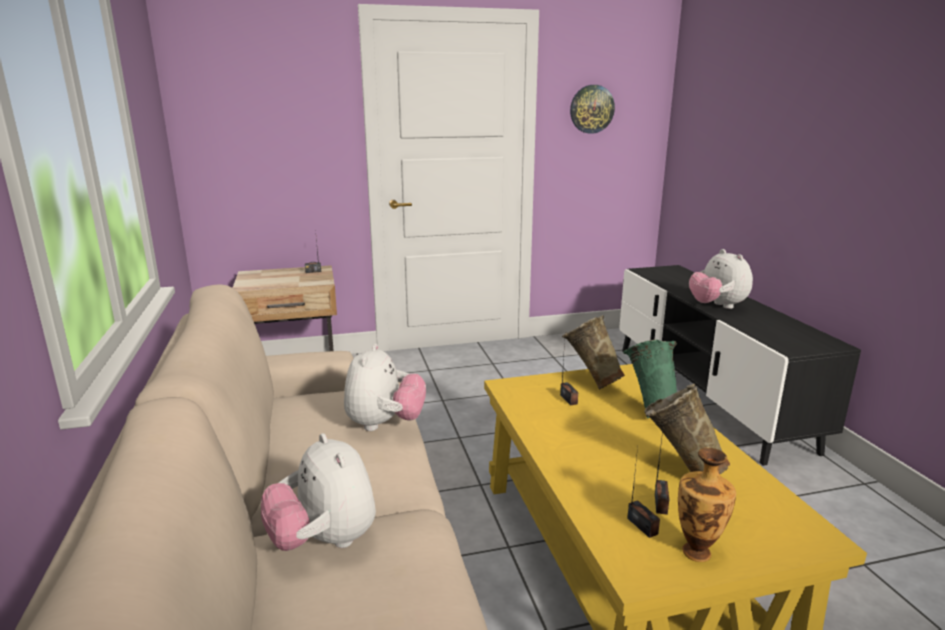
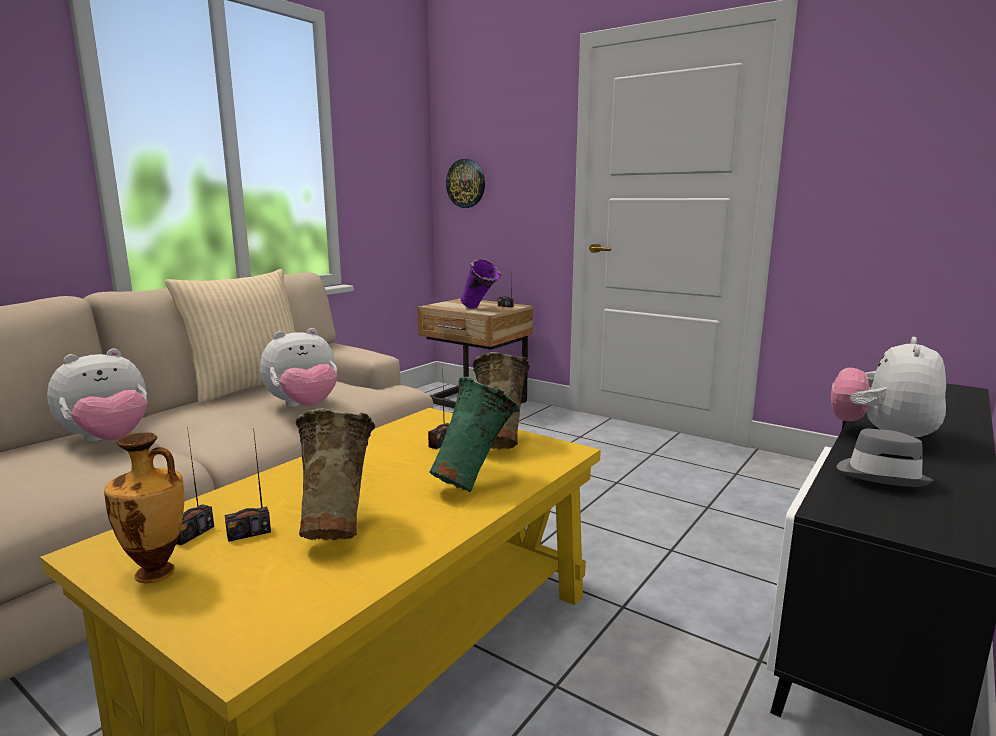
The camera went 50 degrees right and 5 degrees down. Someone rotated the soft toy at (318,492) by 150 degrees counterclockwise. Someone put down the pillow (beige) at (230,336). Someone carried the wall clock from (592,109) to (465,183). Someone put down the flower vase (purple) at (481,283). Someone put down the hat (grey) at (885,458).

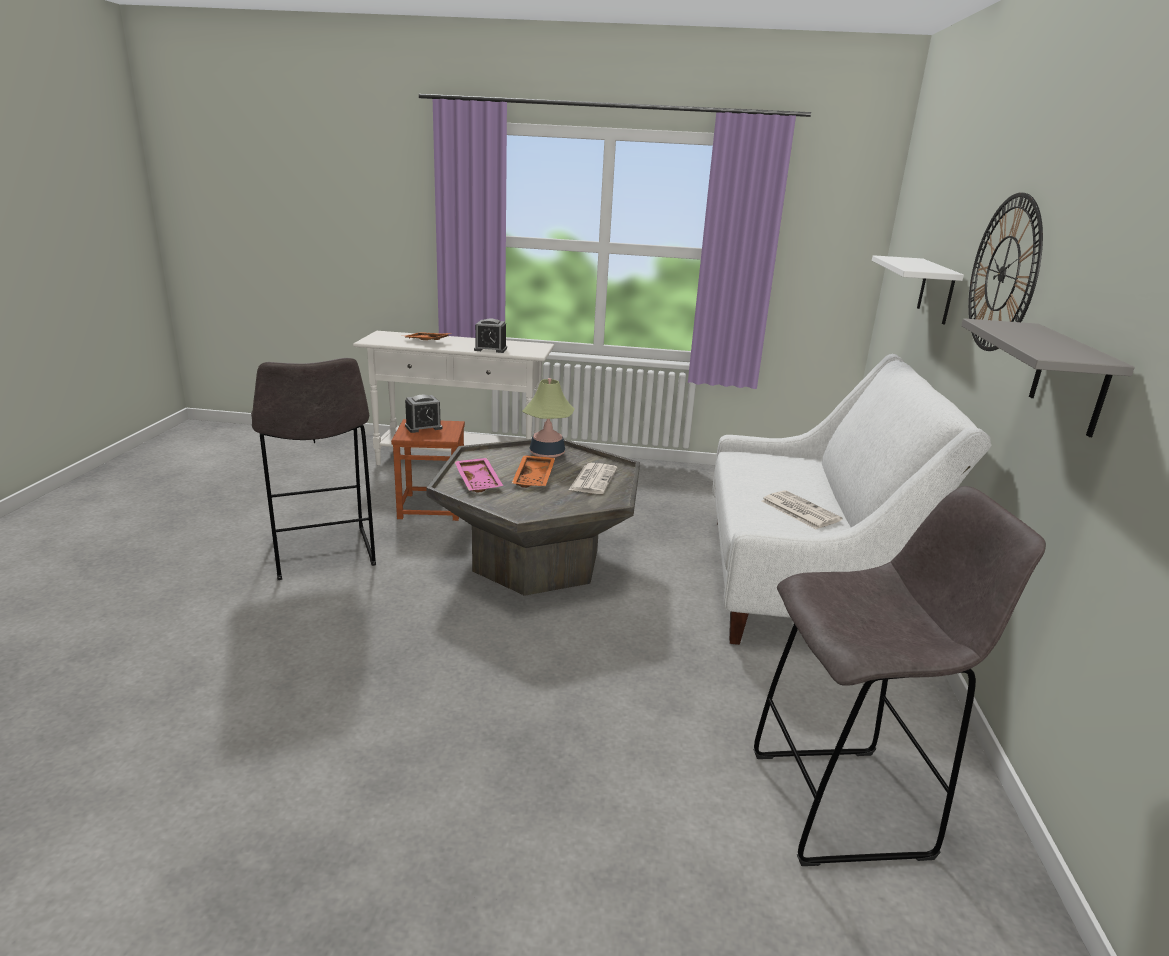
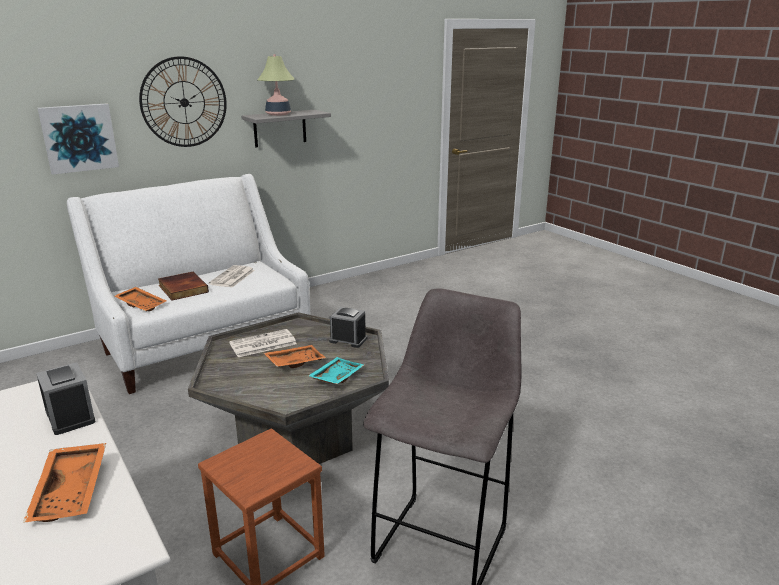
The camera went 130 degrees left and 0 degrees up. Someone swapped the shelf (whitish) at (918,289) for the wall picture at (78,139). Someone put down the tray (orange) at (140,299). Someone put down the volume at (183,286). Someone carried the lamp for a table from (548,418) to (276,85). Someone repainted the tray (pinkish) at (479,475), which became the tray (turquoise) at (336,370). Someone carried the bedside clock from (423,414) to (348,327). Someone took away the sitting stool (grey) at (899,676).

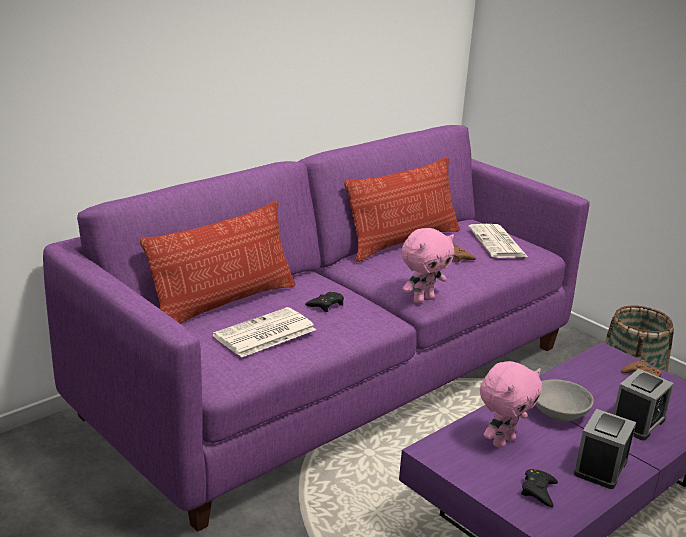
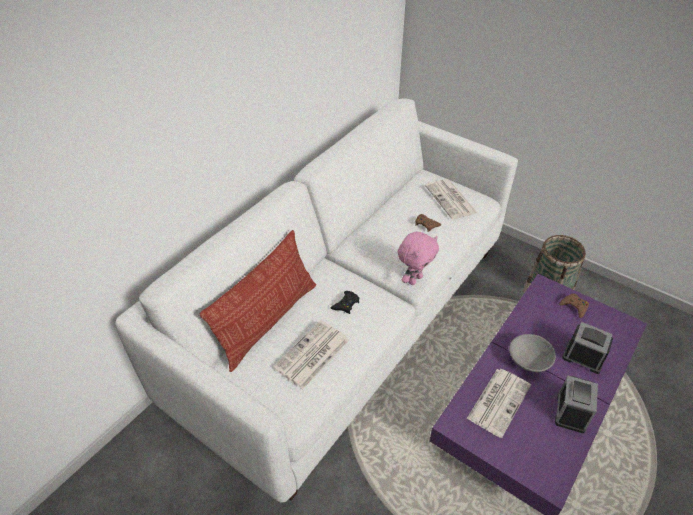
The camera went 10 degrees left and 20 degrees up. Someone repainted the sofa (purple) at (316,328), which became the sofa (whitish) at (316,300). Someone swapped the soft toy (pinkish) at (511,404) for the newspaper at (498,403). Someone rotated the bedside clock at (643,404) by 90 degrees counterclockwise. Someone took away the pillow at (402,209). Someone took away the gamepad (black) at (539,488).

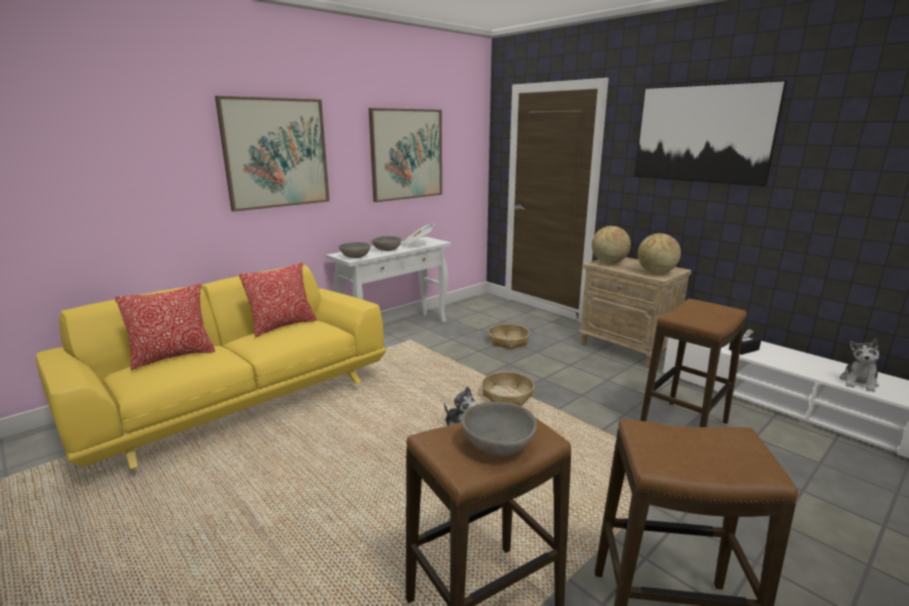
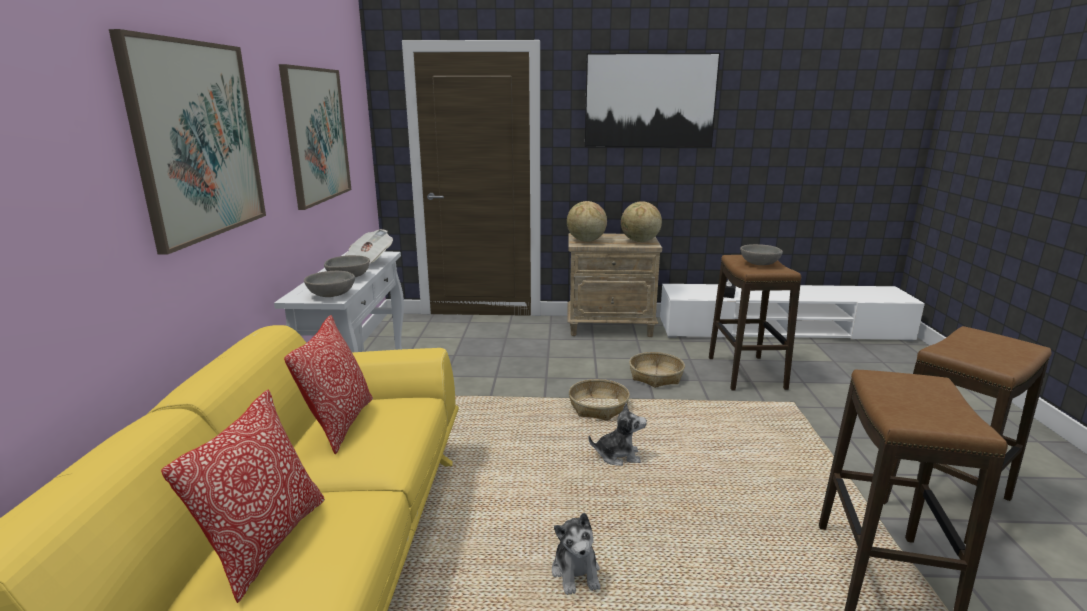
The camera went 45 degrees left and 0 degrees up. Someone carried the soft toy from (859,365) to (576,554). Someone carried the basket from (509,337) to (657,370). Someone carried the bowl (grey) from (499,429) to (761,254).

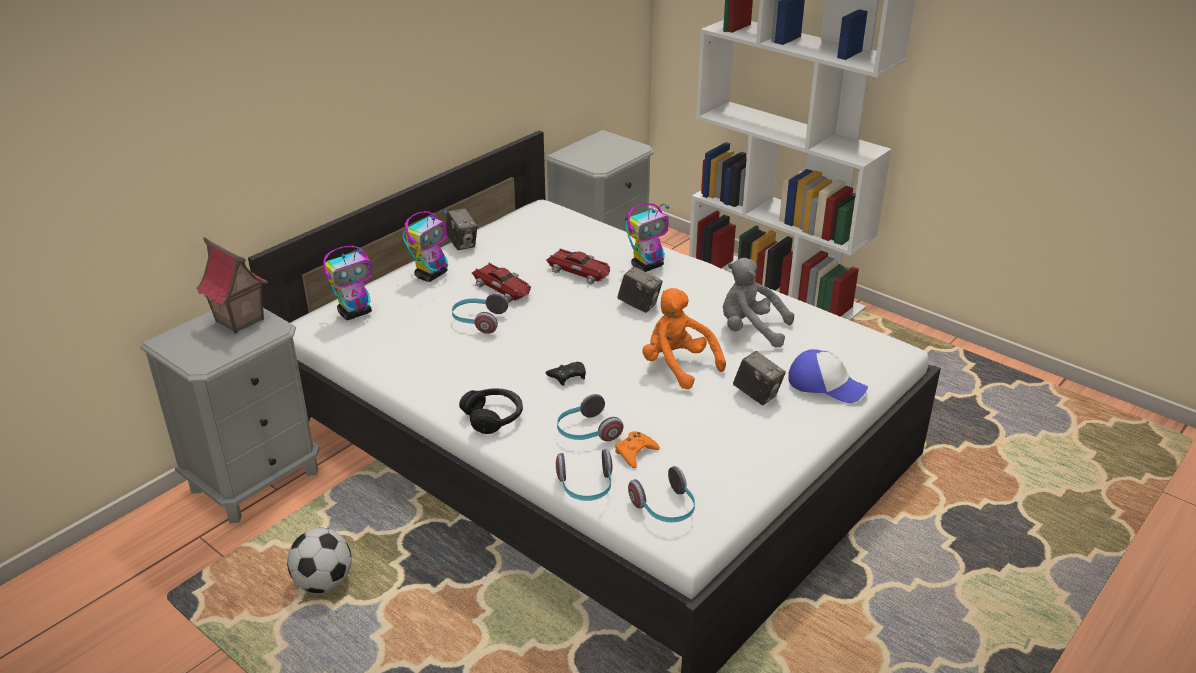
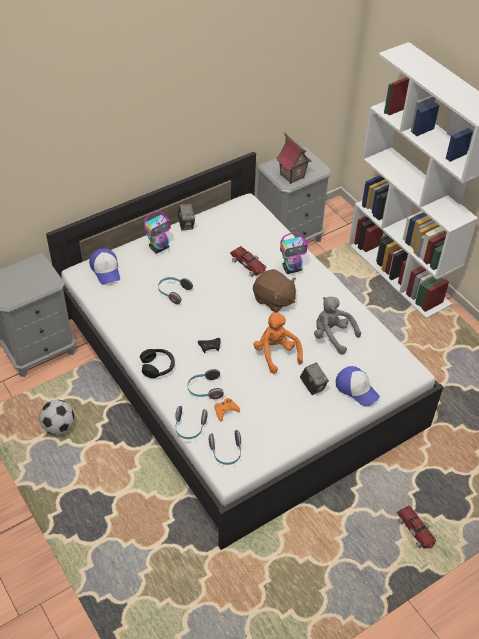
The camera went 15 degrees right and 15 degrees up. Someone swapped the robot figure at (347,283) for the baseball cap at (104,266). Someone swapped the photo camera at (640,289) for the soft toy (brown-coloured) at (274,291). Someone carried the toy house from (232,285) to (293,158). Someone carried the toy car from (502,282) to (417,527).

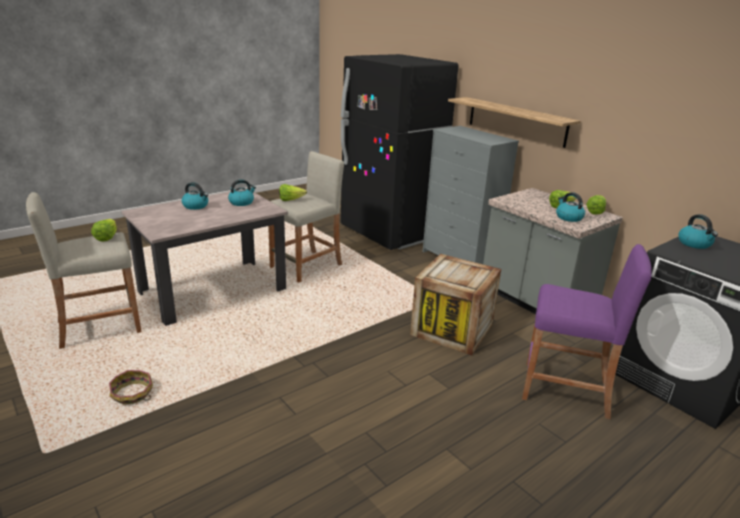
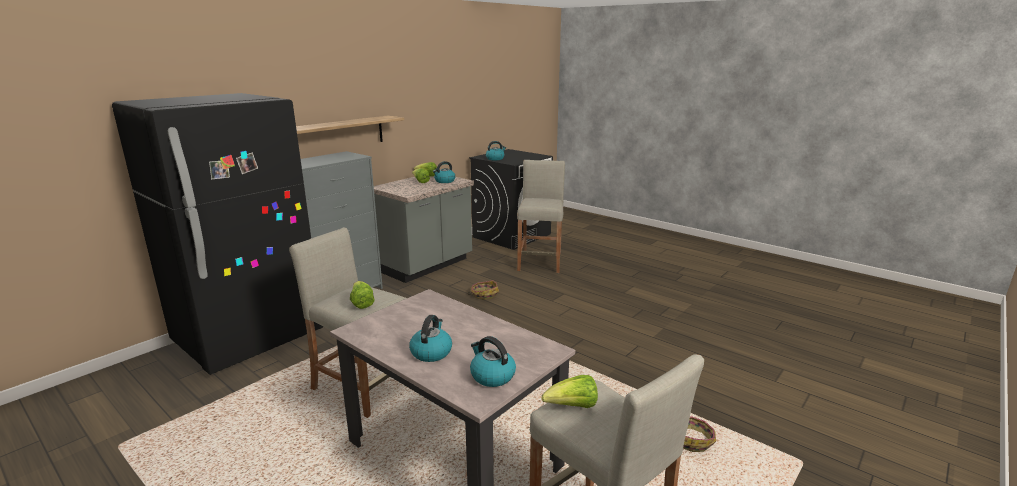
The camera went 100 degrees left and 5 degrees down. Someone swapped the crate at (455,304) for the basket at (483,290). Someone carried the kettle from (242,193) to (493,361). Someone repainted the sitting stool (purple) at (587,331), which became the sitting stool (beige) at (541,216).

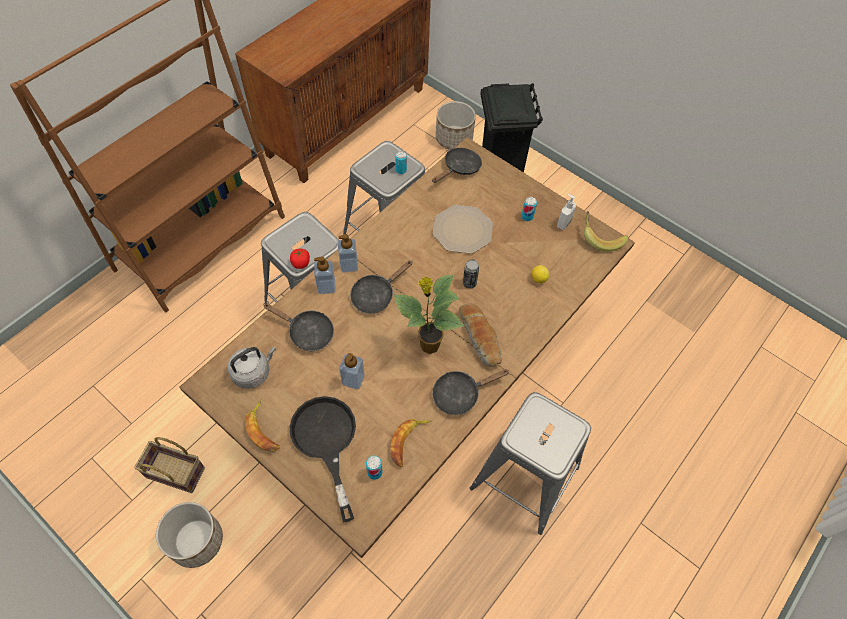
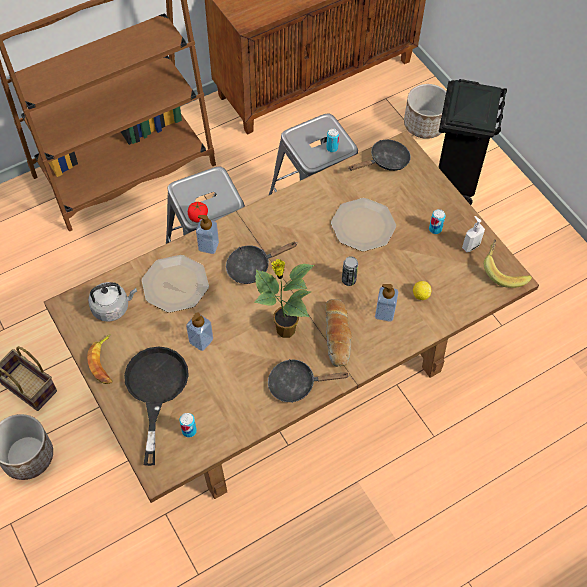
The camera went 20 degrees right and 0 degrees up. Someone swapped the pan (black) at (299,327) for the flat dish at (175,284). Someone carried the soap dispenser from (348,253) to (386,303). Someone took away the banana at (410,443). Someone took away the sitting stool (grey) at (530,463).

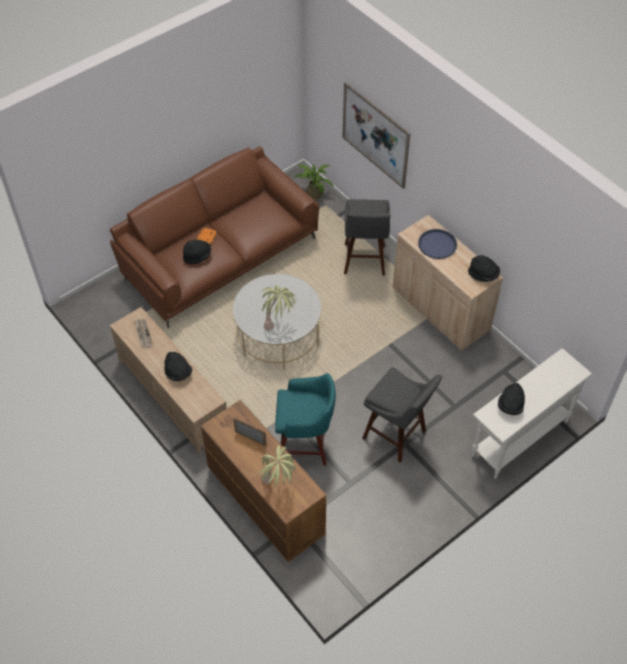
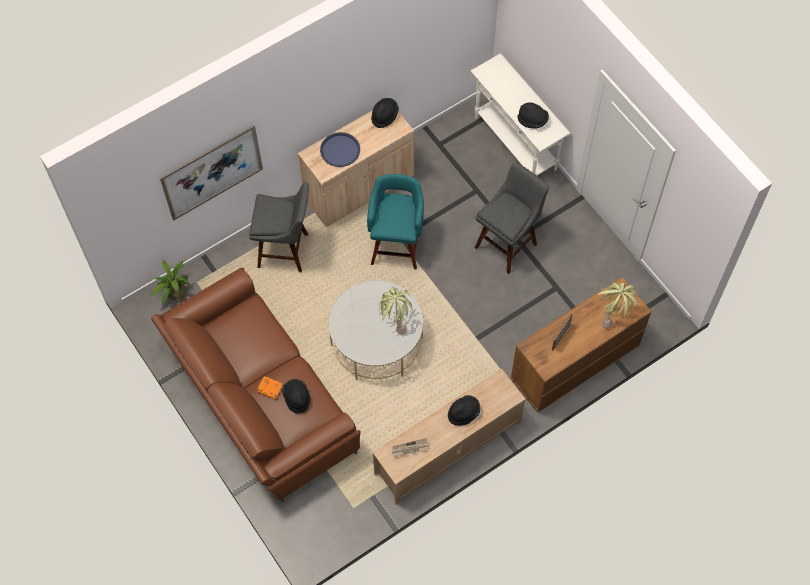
The camera went 85 degrees left and 10 degrees up. Someone carried the sitting stool (turquoise) from (305,419) to (395,221).

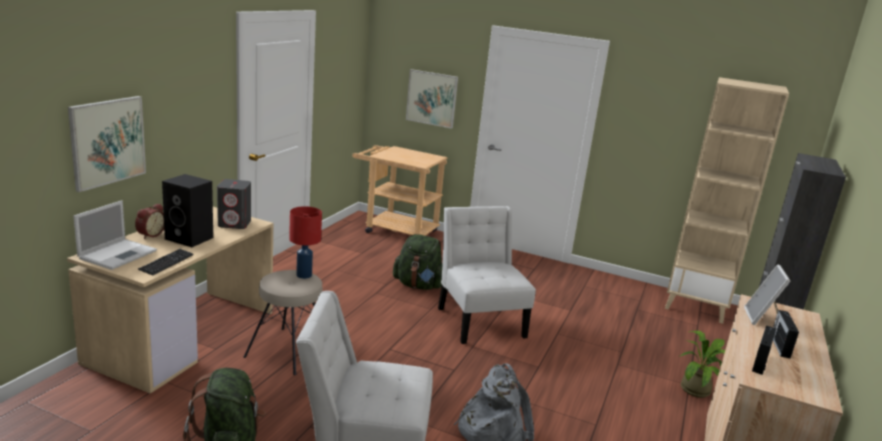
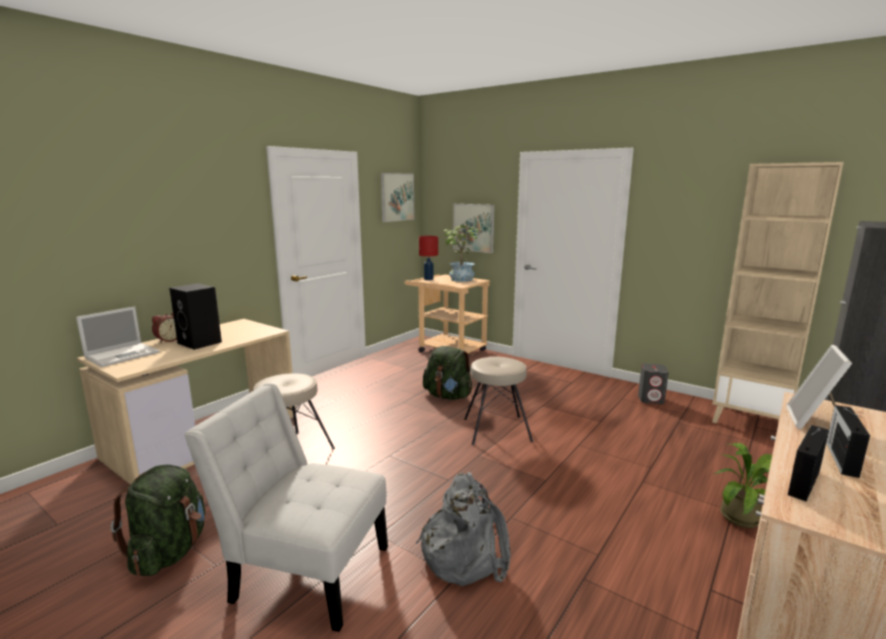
The camera went 15 degrees right and 5 degrees down. Someone carried the wall picture from (107,144) to (398,197). Someone carried the lamp for a table (red-coloured) from (305,242) to (428,258). Someone put down the houseplant at (461,253). Someone swapped the chair (whitish) at (487,275) for the sitting stool (beige) at (498,401). Someone carried the speaker (grey) from (234,204) to (653,383). Someone took away the keyboard at (165,262).

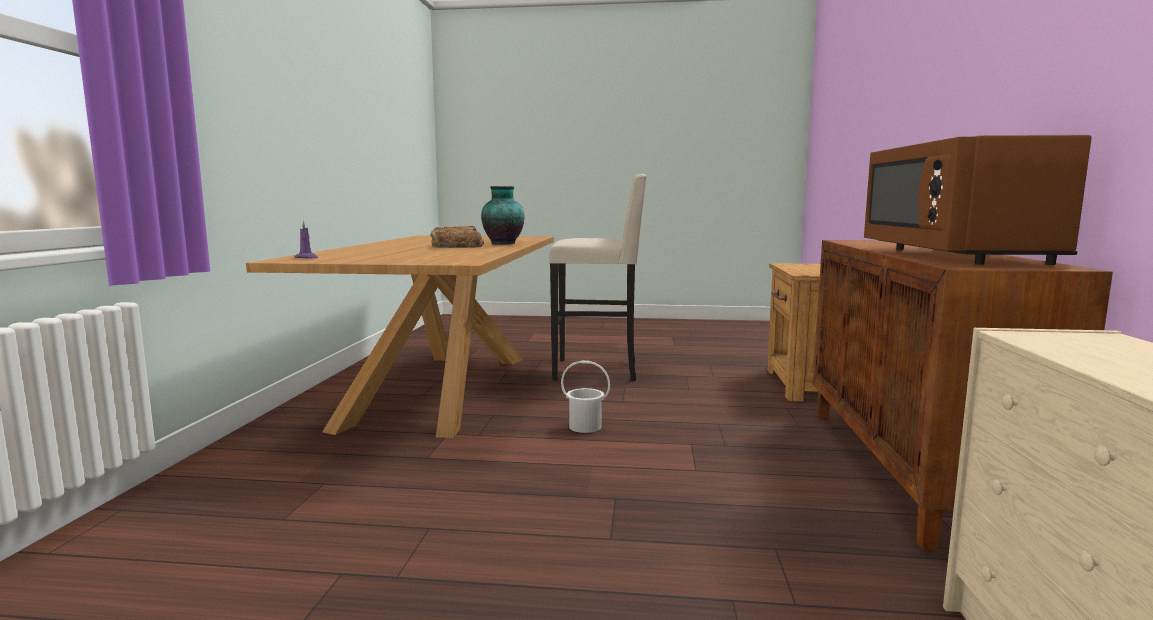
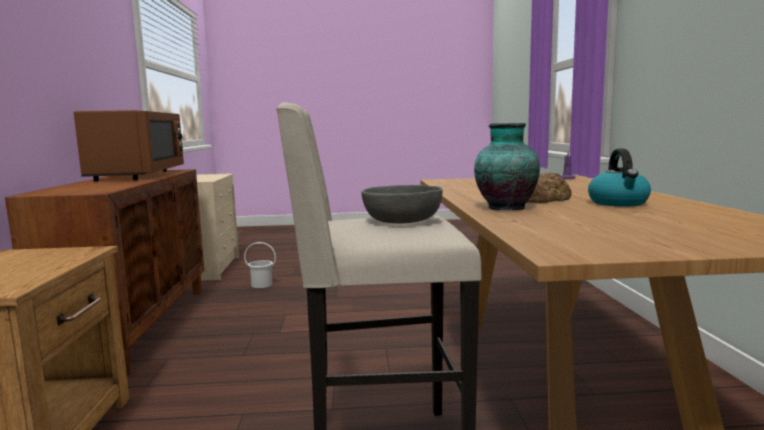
The camera went 170 degrees right and 0 degrees up. Someone carried the bucket (whitish) from (585,397) to (260,265). Someone put down the bowl (grey) at (402,204). Someone put down the kettle at (619,177).

